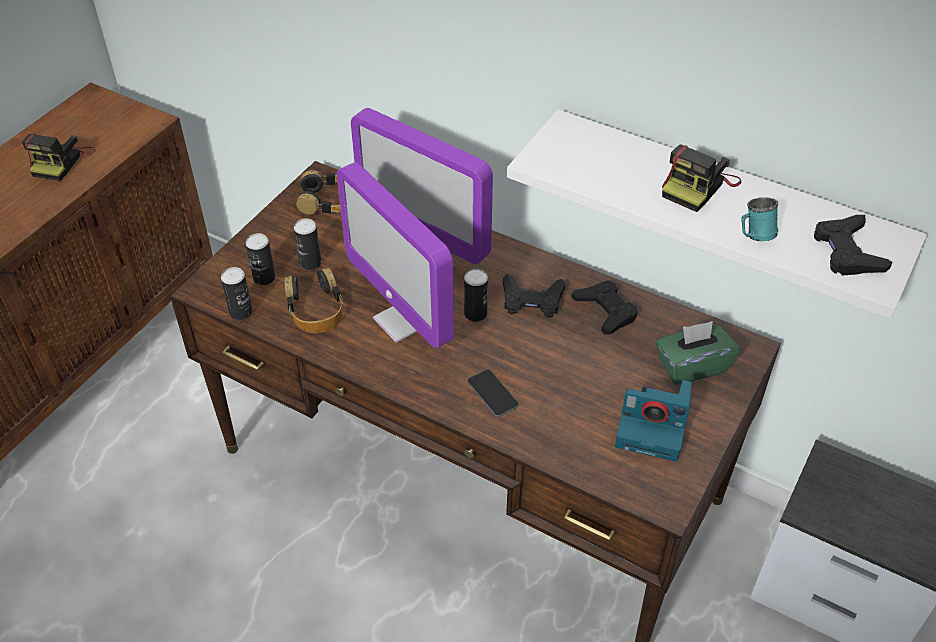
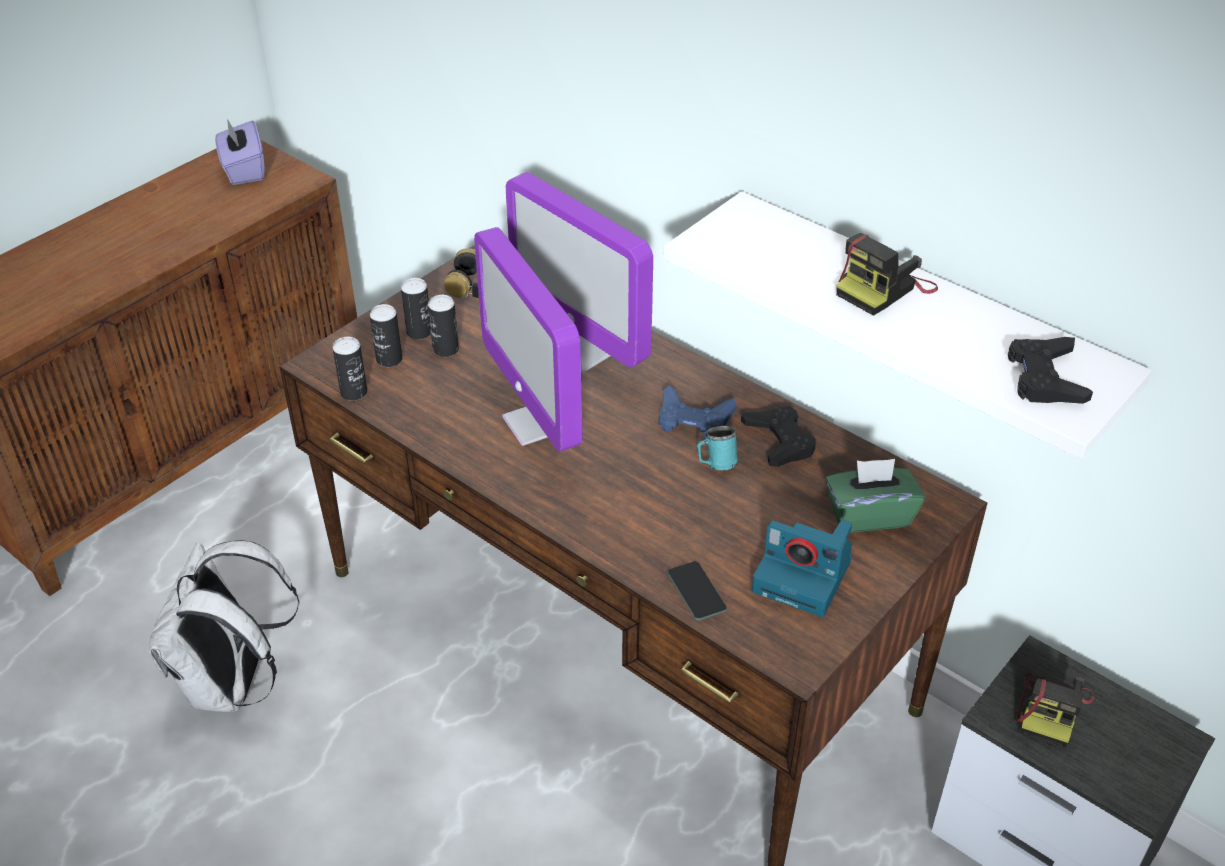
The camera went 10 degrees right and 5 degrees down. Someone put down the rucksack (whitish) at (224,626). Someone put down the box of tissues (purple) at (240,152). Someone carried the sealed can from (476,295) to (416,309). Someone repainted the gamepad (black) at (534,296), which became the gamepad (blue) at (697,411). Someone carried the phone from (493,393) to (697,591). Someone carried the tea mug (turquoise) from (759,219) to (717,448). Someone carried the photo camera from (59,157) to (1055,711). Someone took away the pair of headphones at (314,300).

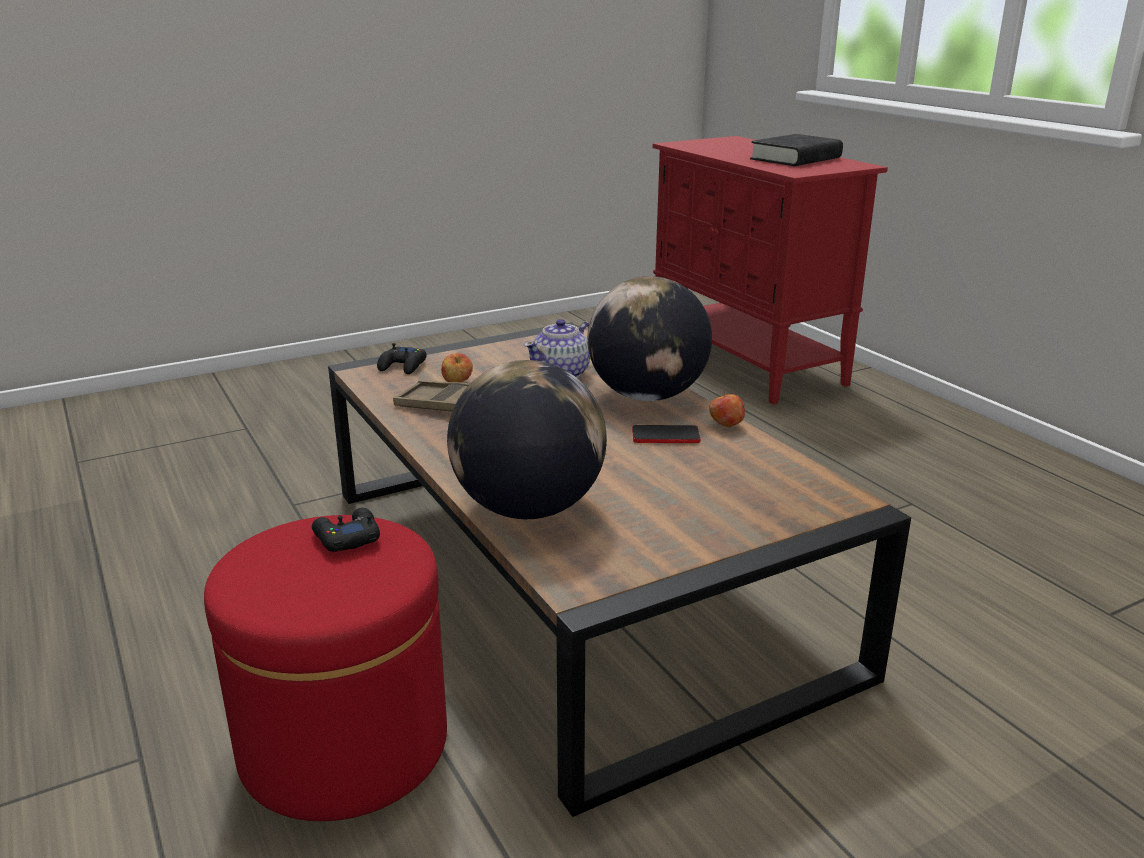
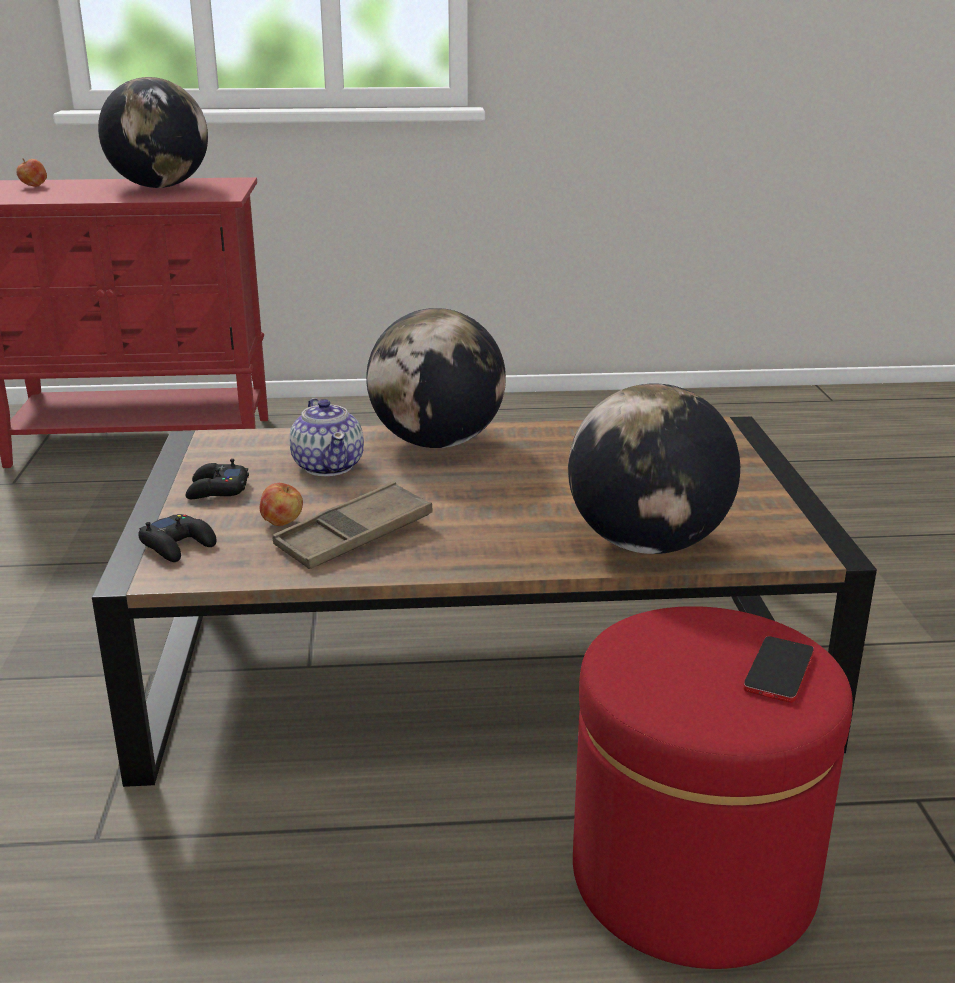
The camera went 65 degrees left and 0 degrees up. Someone carried the whole apple from (727,409) to (31,172). Someone swapped the volume (black) at (796,150) for the globe at (153,132). Someone carried the gamepad (black) from (346,530) to (217,479). Someone carried the phone from (666,434) to (778,669).

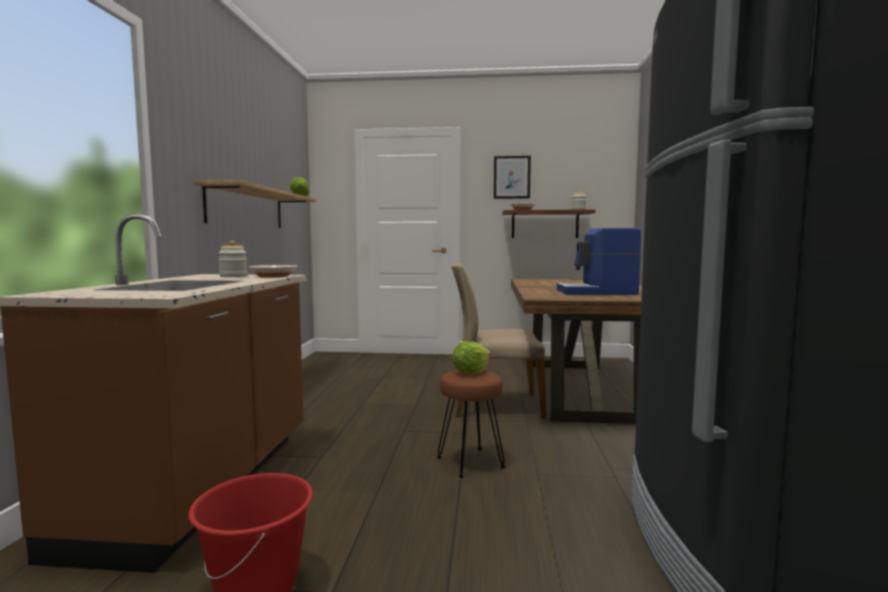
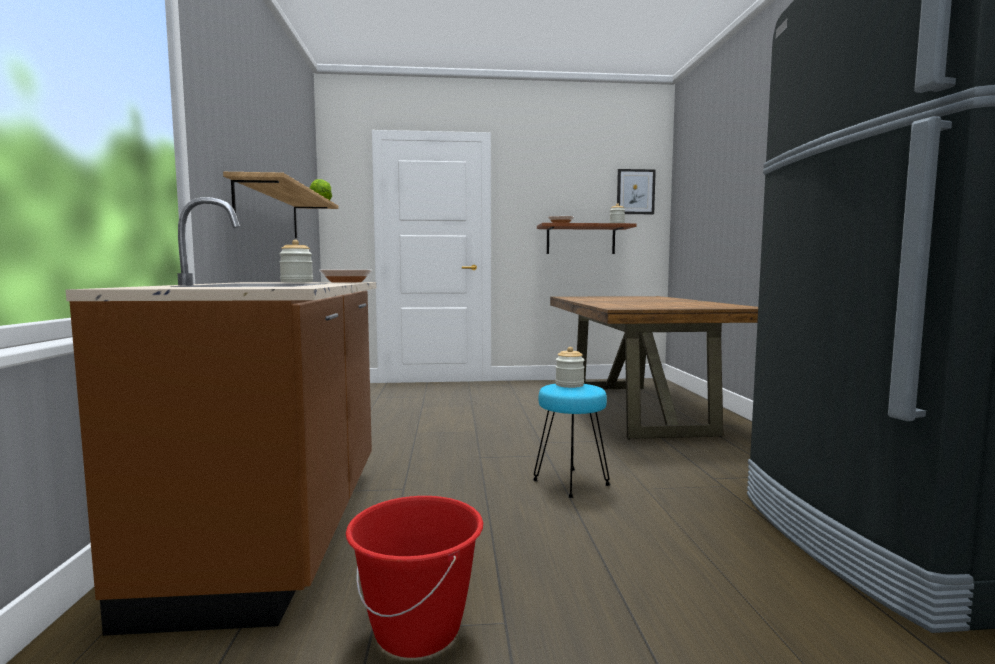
The camera went 10 degrees left and 0 degrees up. Someone repainted the sitting stool (brown-coloured) at (471,424), which became the sitting stool (turquoise) at (572,441). Someone swapped the lettuce head at (471,357) for the jar at (570,367). Someone carried the wall picture from (512,177) to (636,191). Someone took away the chair (beige) at (498,341). Someone took away the coffee brewer at (599,261).

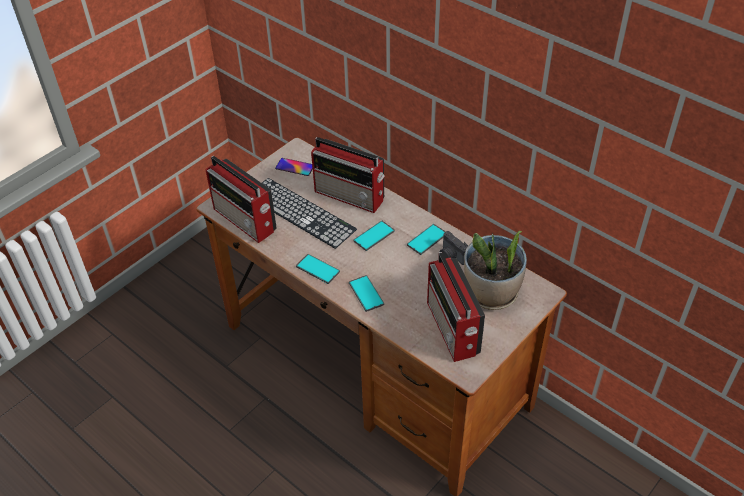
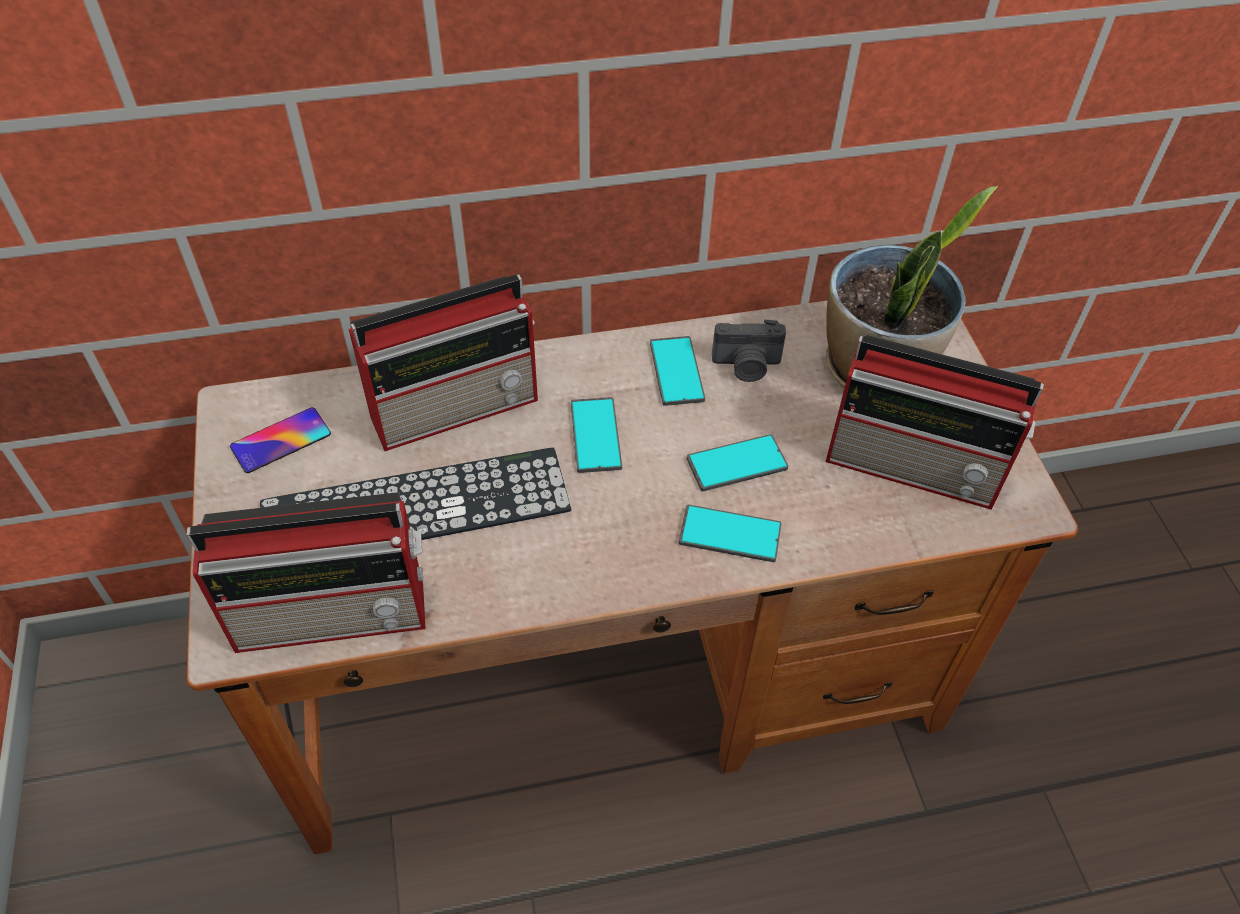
The camera went 55 degrees left and 5 degrees up. Someone carried the phone from (318,269) to (737,462).

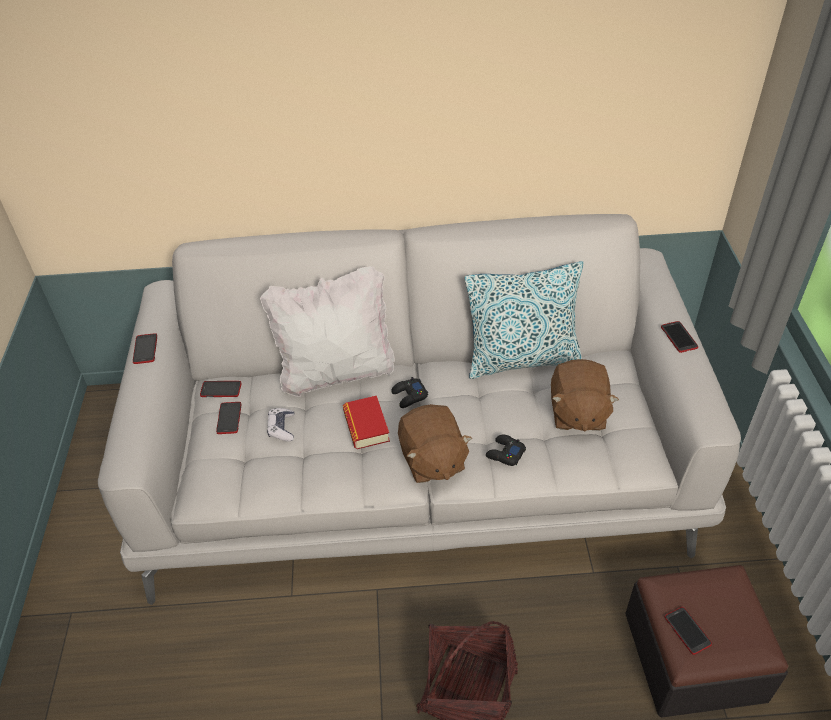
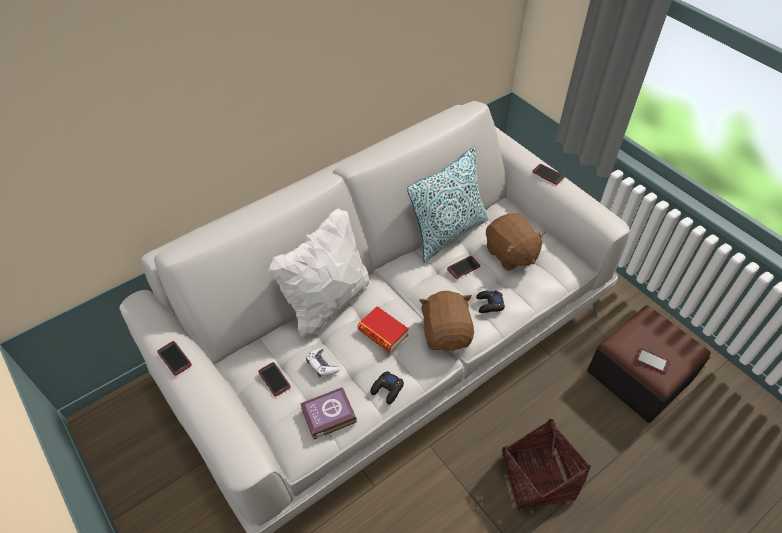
The camera went 35 degrees left and 5 degrees up. Someone put down the volume at (328,413). Someone carried the gamepad (black) from (409,392) to (387,387). Someone rotated the soft toy (brown-coloured) at (435,443) by 135 degrees counterclockwise. Someone carried the phone from (220,389) to (463,267).

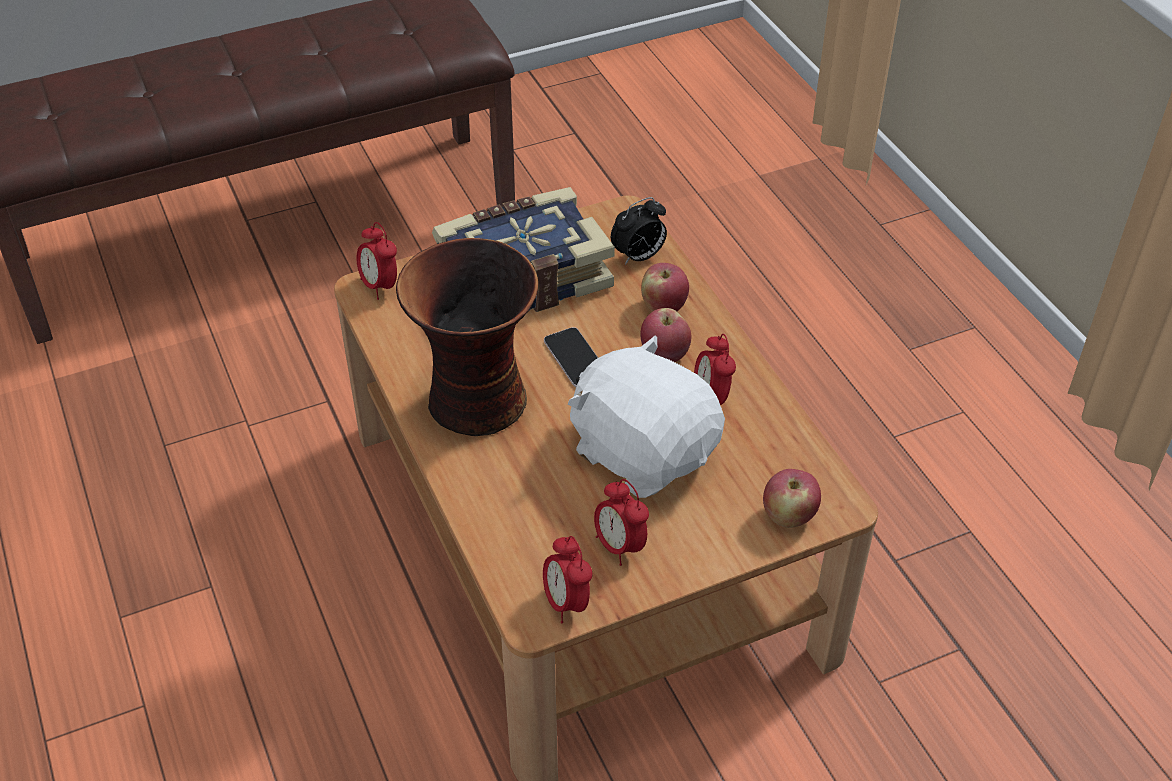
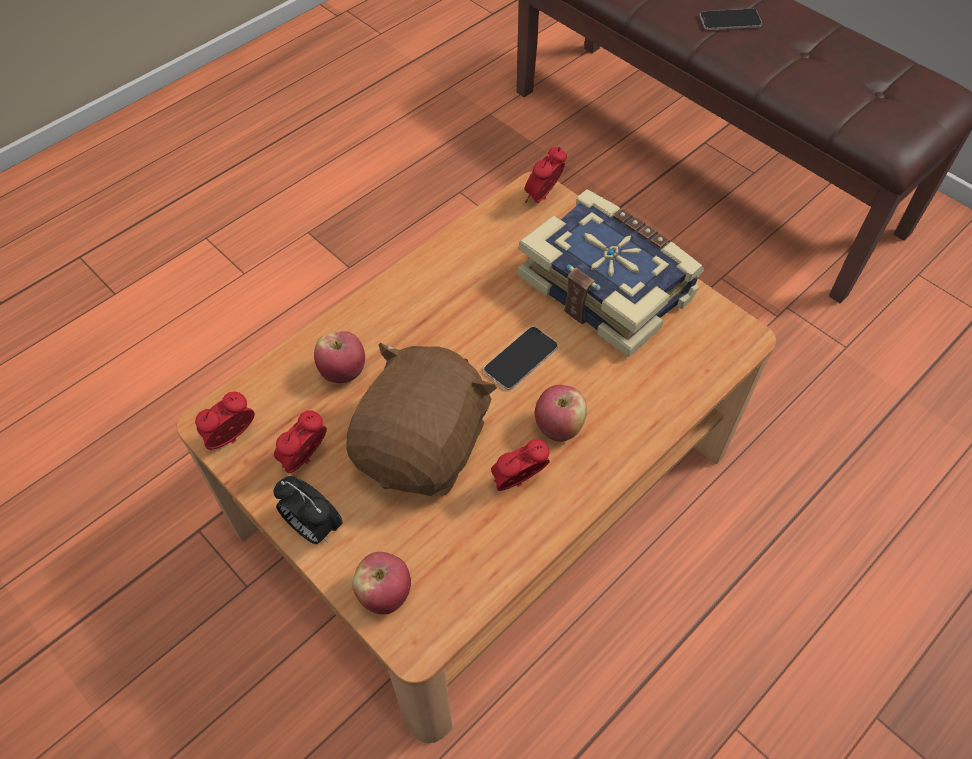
The camera went 70 degrees right and 10 degrees up. Someone carried the bedside clock from (639,231) to (308,510). Someone carried the whole apple from (665,287) to (339,357). Someone repainted the soft toy (whitish) at (646,416), which became the soft toy (brown-coloured) at (421,419). Someone put down the phone at (731,19). Someone took away the flower vase at (467,337).

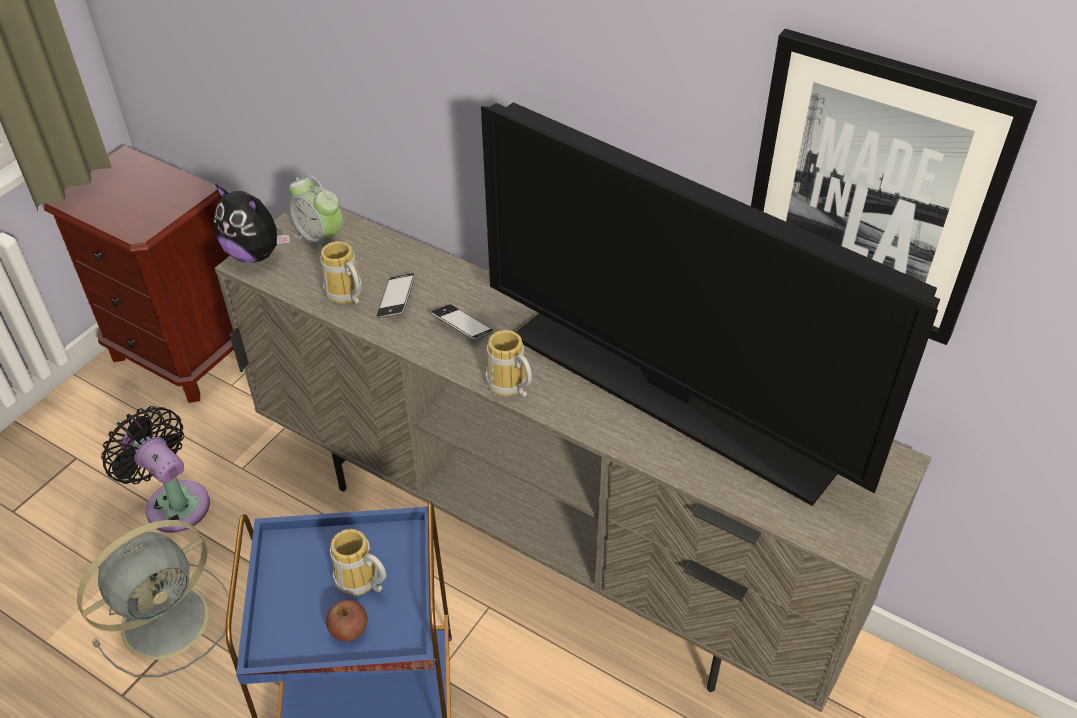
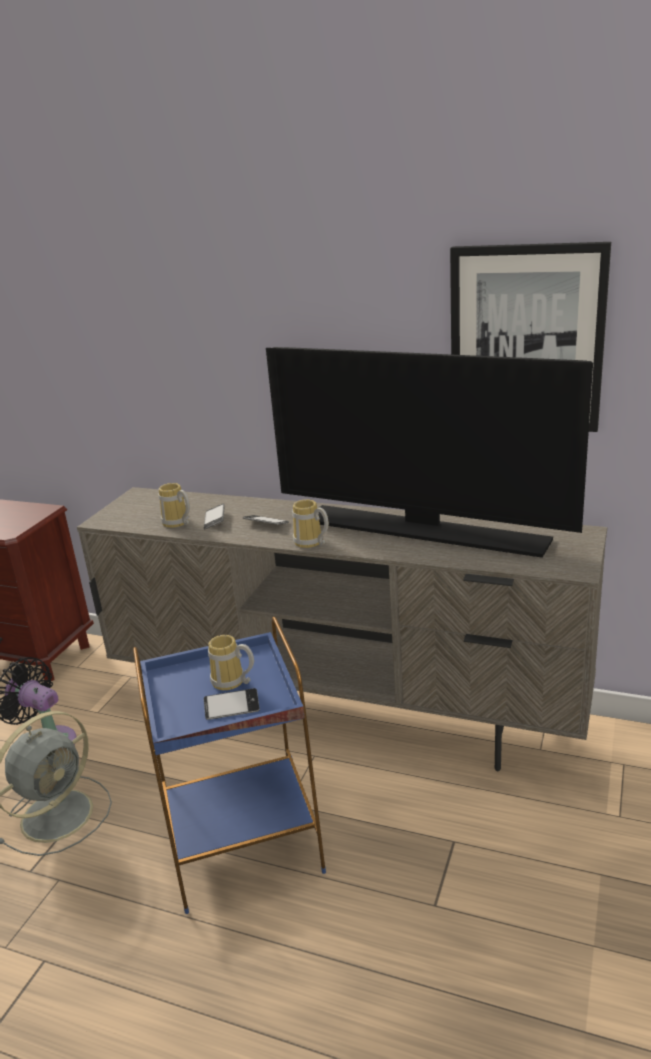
The camera went 10 degrees left and 20 degrees down. Someone swapped the whole apple at (346,621) for the phone at (232,704). Someone took away the soft toy at (252,223). Someone took away the bedside clock at (316,214).

